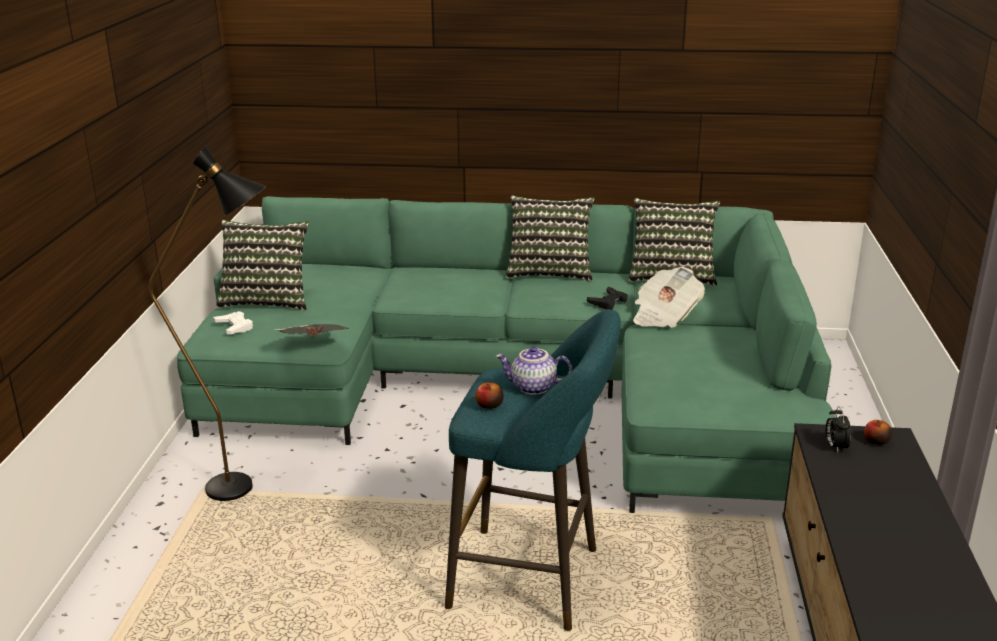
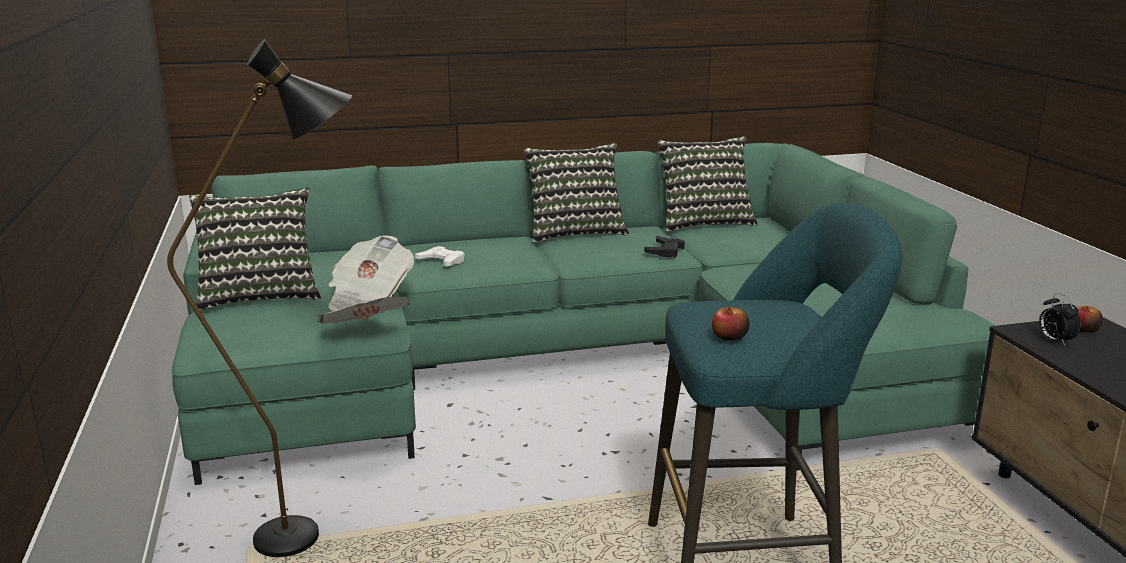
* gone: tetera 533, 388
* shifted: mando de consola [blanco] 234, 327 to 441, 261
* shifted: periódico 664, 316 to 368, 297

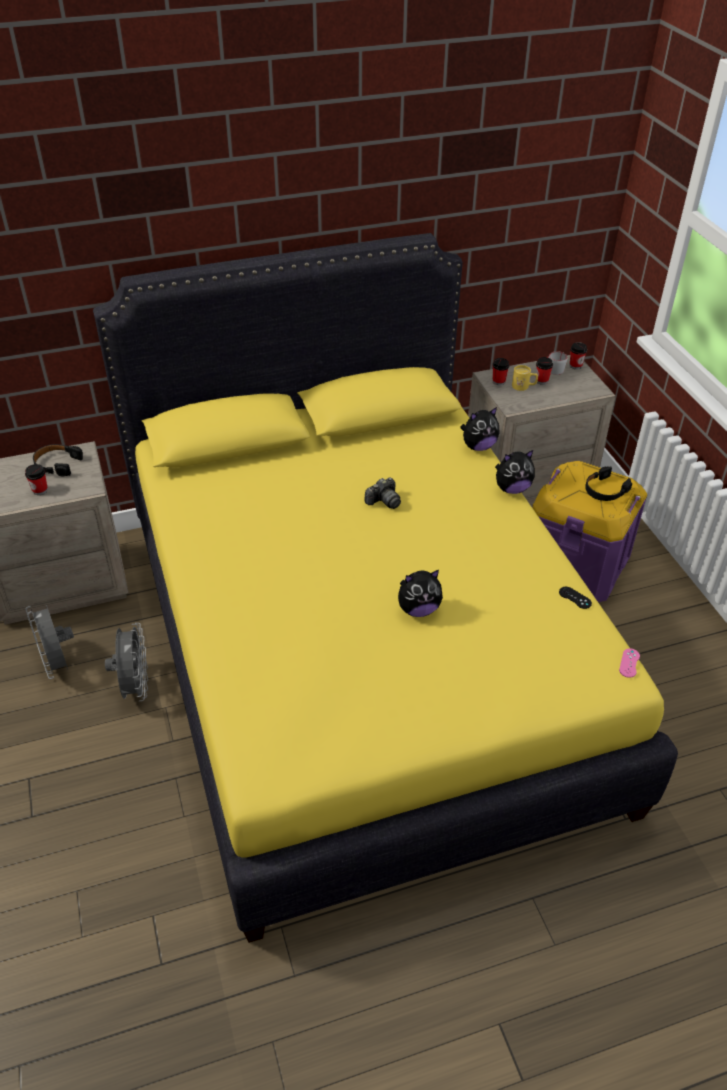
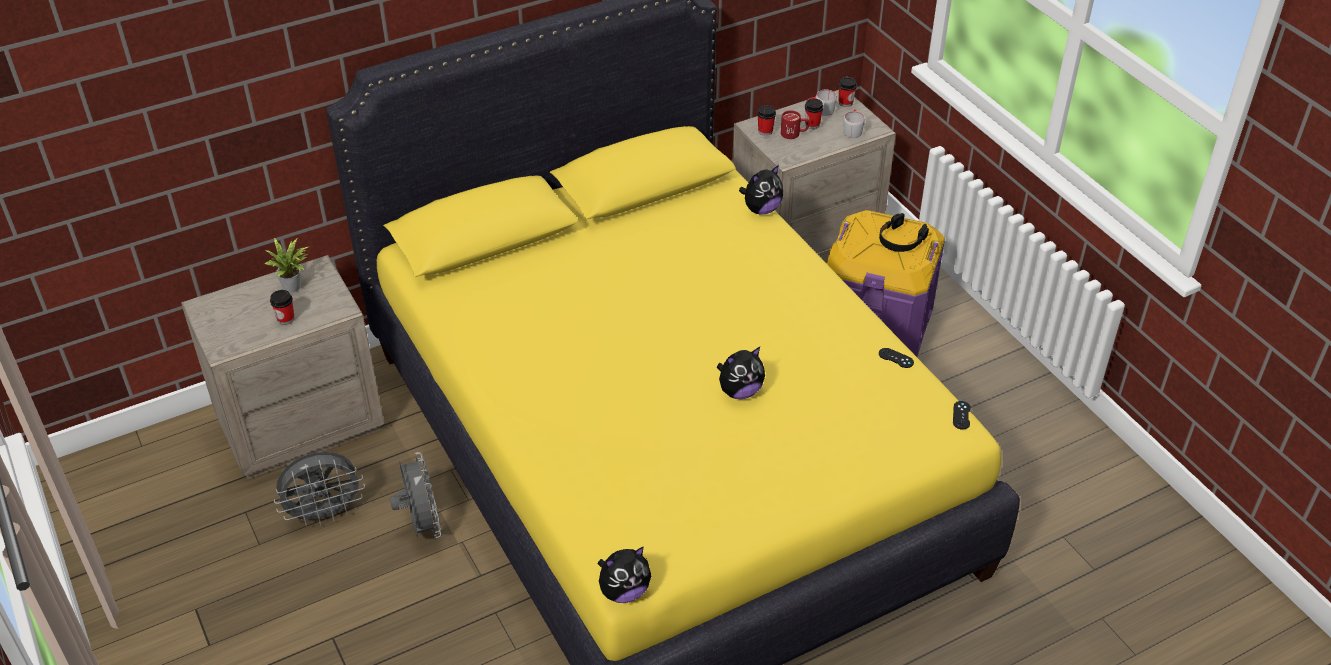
* gone: cámara 384, 501
* new: taza grande [gris] 852, 130
* shifted: peluche 512, 488 to 624, 591
* swapped: auriculares [negro] 57, 464 to planta en maceta 294, 286
* repainted: taza grande [amarillo] 524, 386 to taza grande [rojo] 794, 134
* repainted: mando de consola [rosa] 629, 663 to mando de consola [negro] 961, 415
* rotated: ventilador [gris] 58, 664 = 325, 514 75 degrees counterclockwise

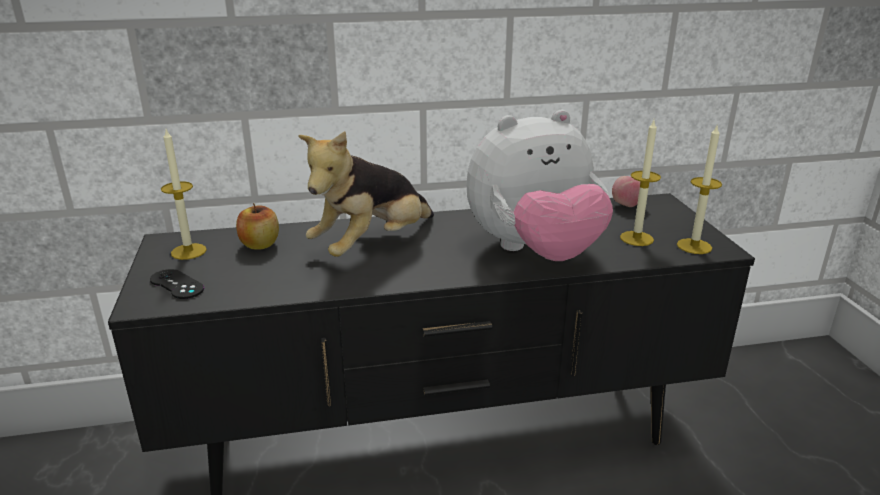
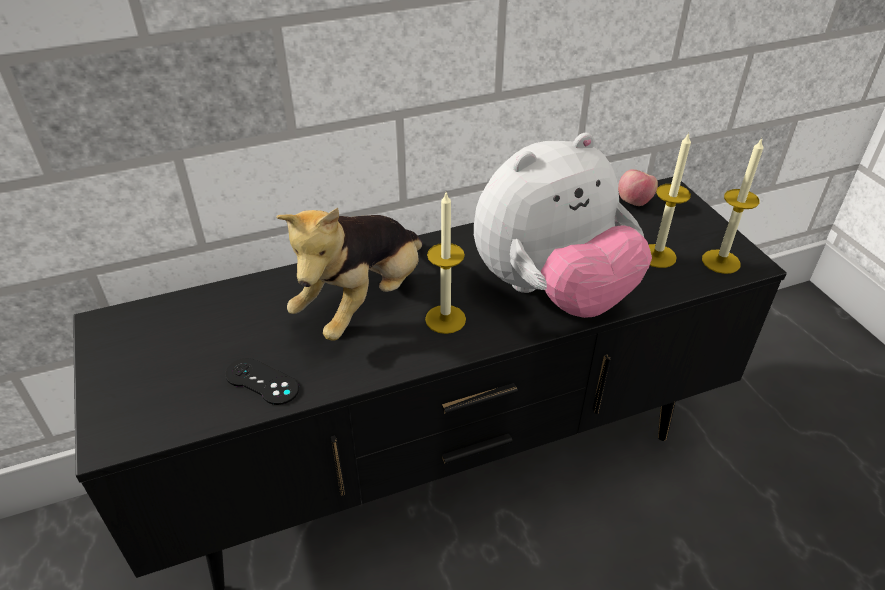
* gone: manzana 260, 244
* shifted: mando de consola [negro] 176, 284 to 262, 381
* shifted: vela 188, 251 to 445, 319

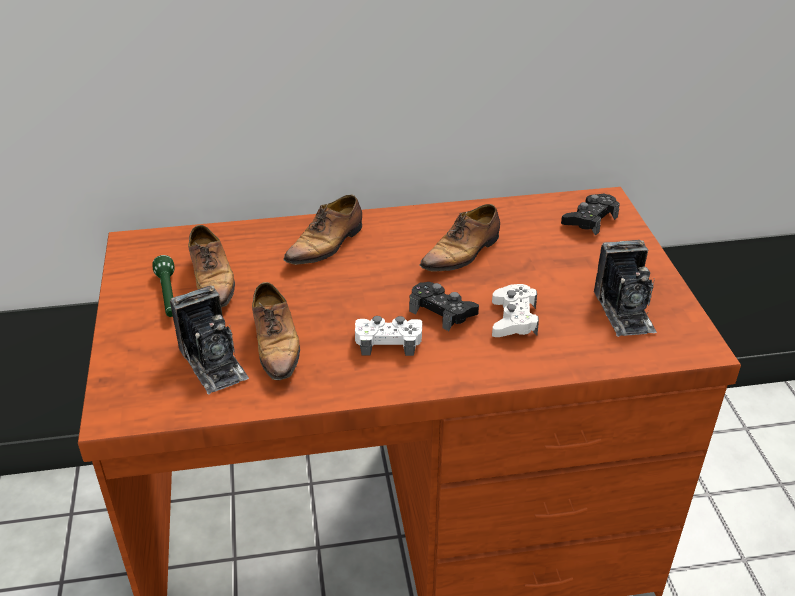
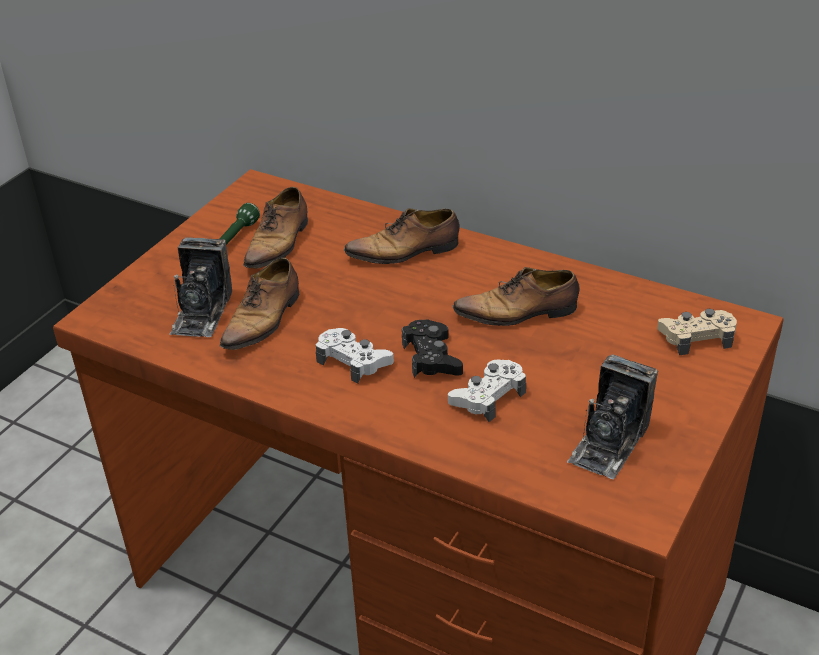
* repainted: mando de consola [negro] 590, 219 to mando de consola [beis] 696, 337

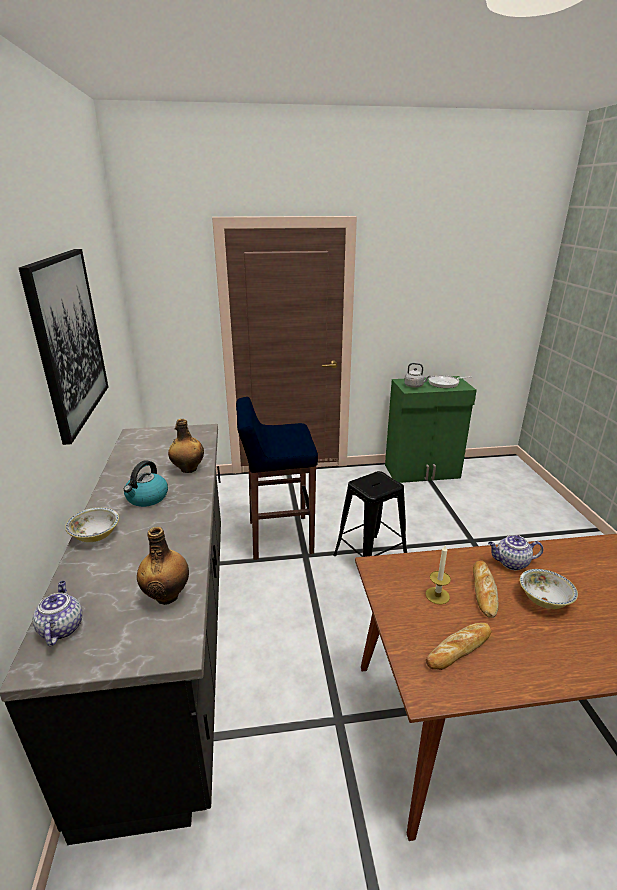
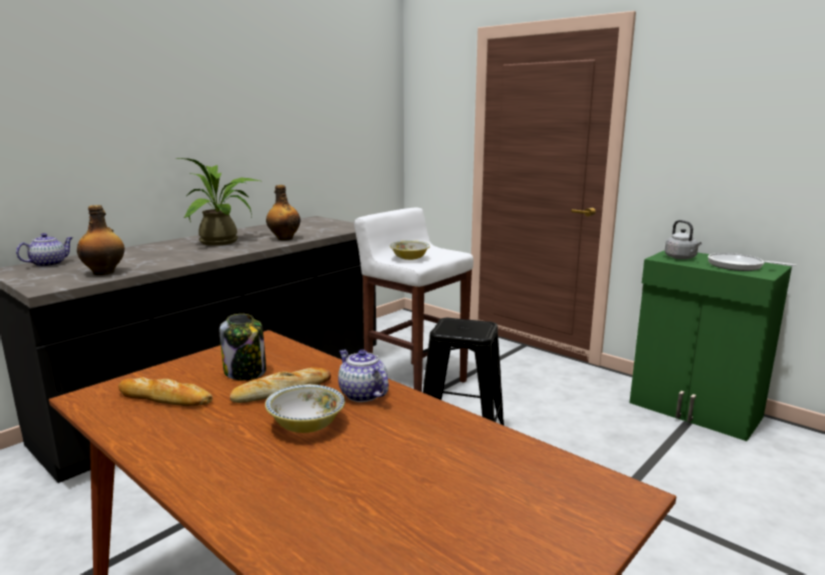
* gone: cuadro 69, 340
* shifted: cuenco 95, 535 to 409, 258
* swapped: hervidor 147, 498 to planta en maceta 224, 241
* swapped: vela 437, 595 to tarro 245, 372
* repainted: taburete [azul] 279, 537 to taburete [blanco] 414, 383

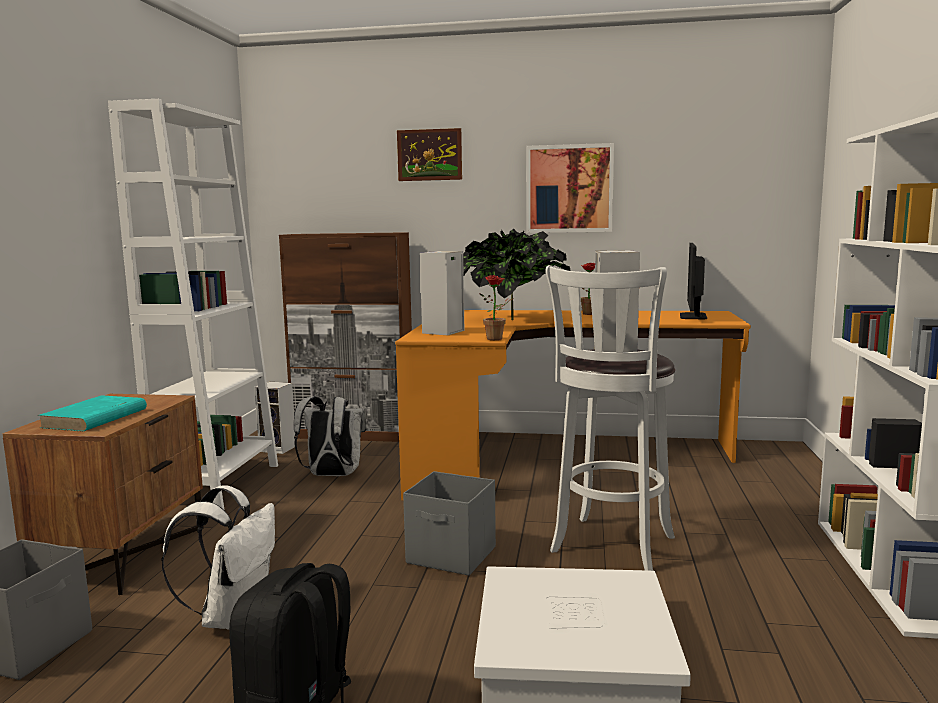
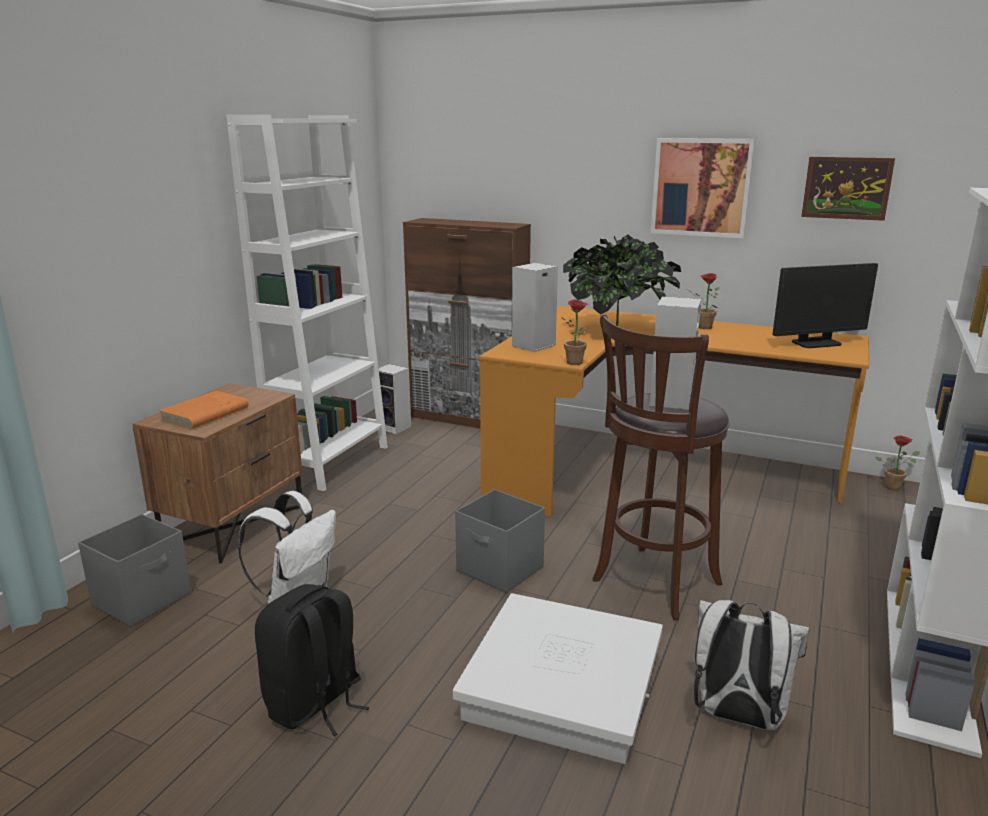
* new: planta en maceta 894, 486
* shifted: mochila [blanco] 332, 475 to 737, 717
* shifted: cuadro 429, 155 to 846, 188
* repainted: libro [turquesa] 94, 419 to libro [naranja] 205, 415
* repainted: taburete [blanco] 611, 547 to taburete [marrón] 653, 584
* rotated: monitor 693, 316 = 816, 343 135 degrees counterclockwise

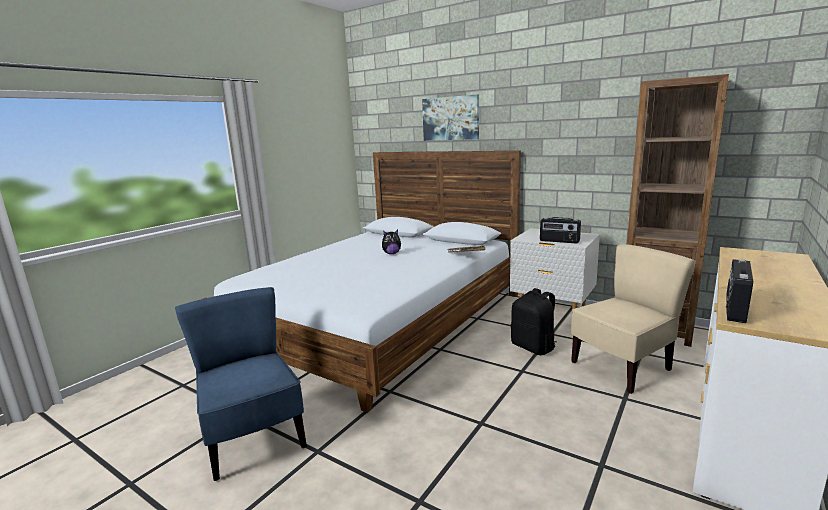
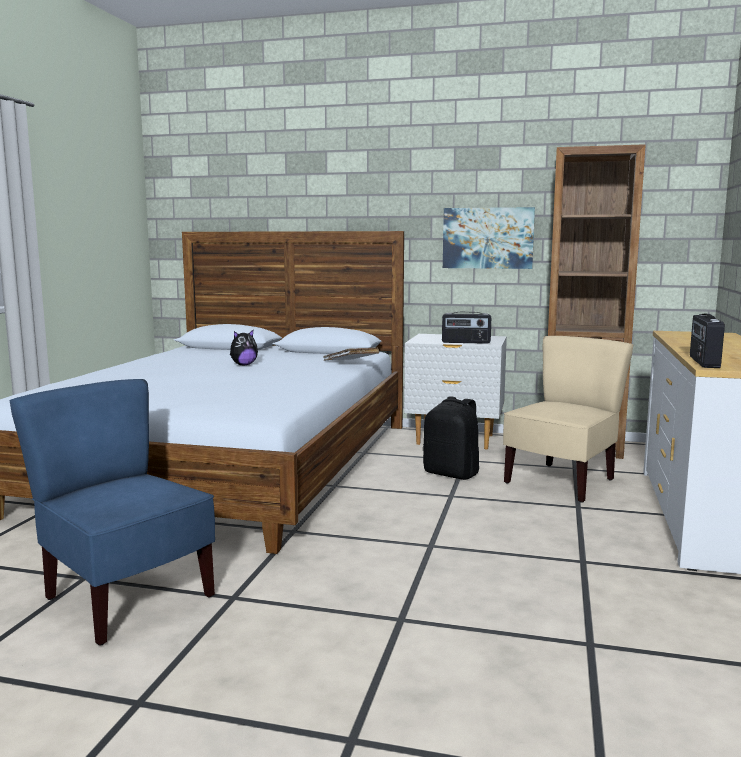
* shifted: cuadro 450, 118 to 488, 238

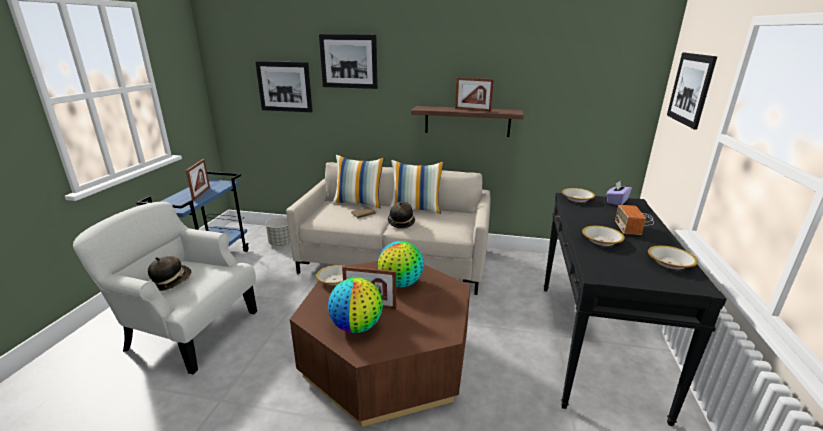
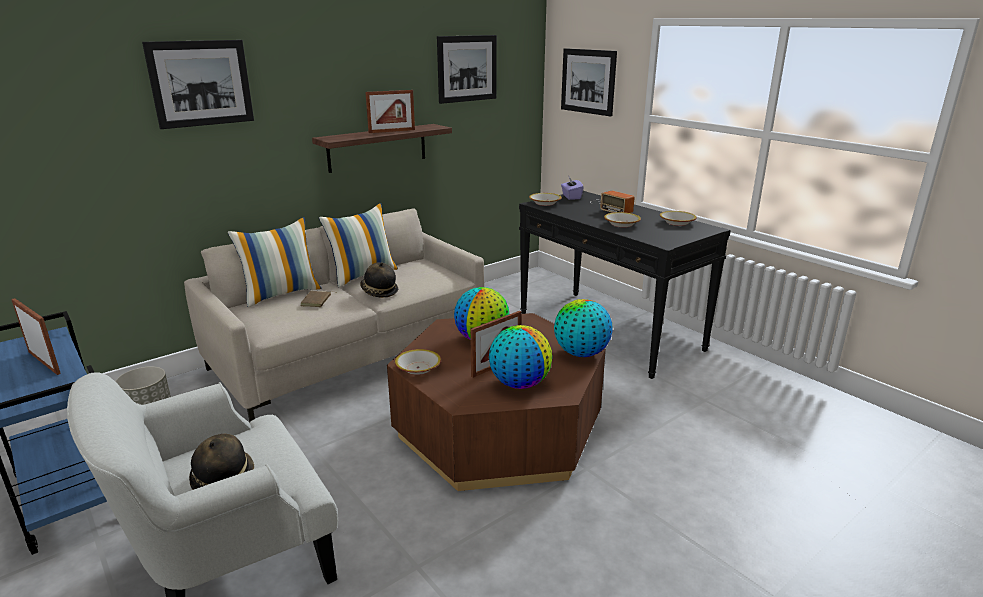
* new: globo terráqueo 581, 353
* shifted: cuadro 284, 86 to 467, 68

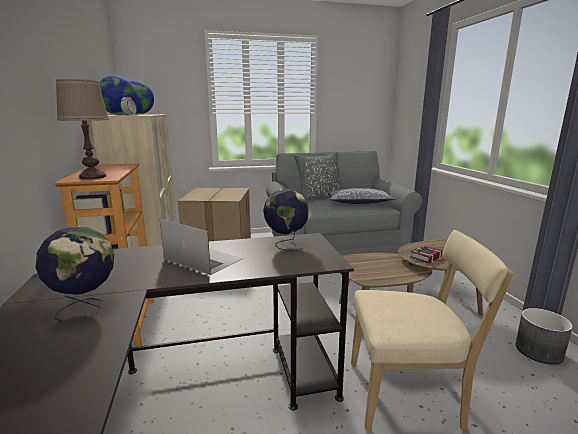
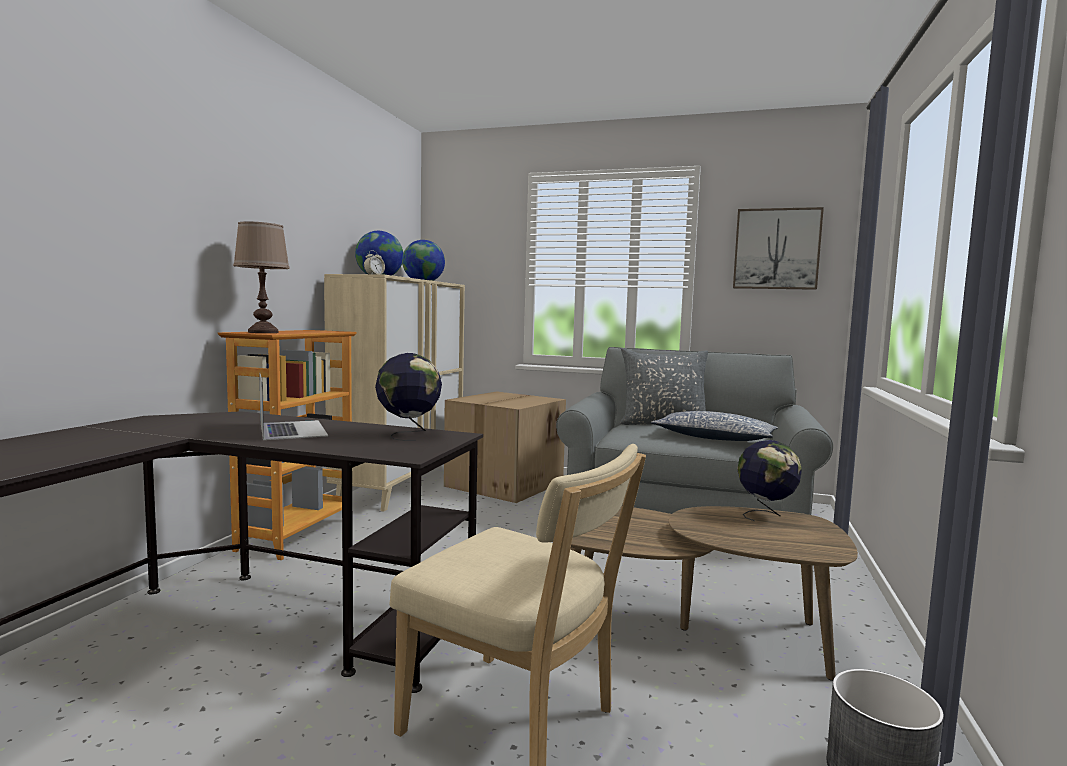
* gone: libro 424, 257
* new: cuadro 776, 249
* shifted: globo terráqueo 85, 306 to 765, 515

